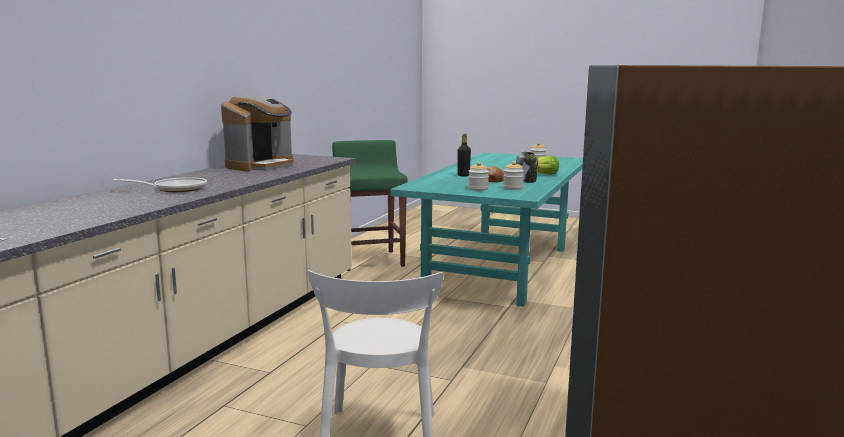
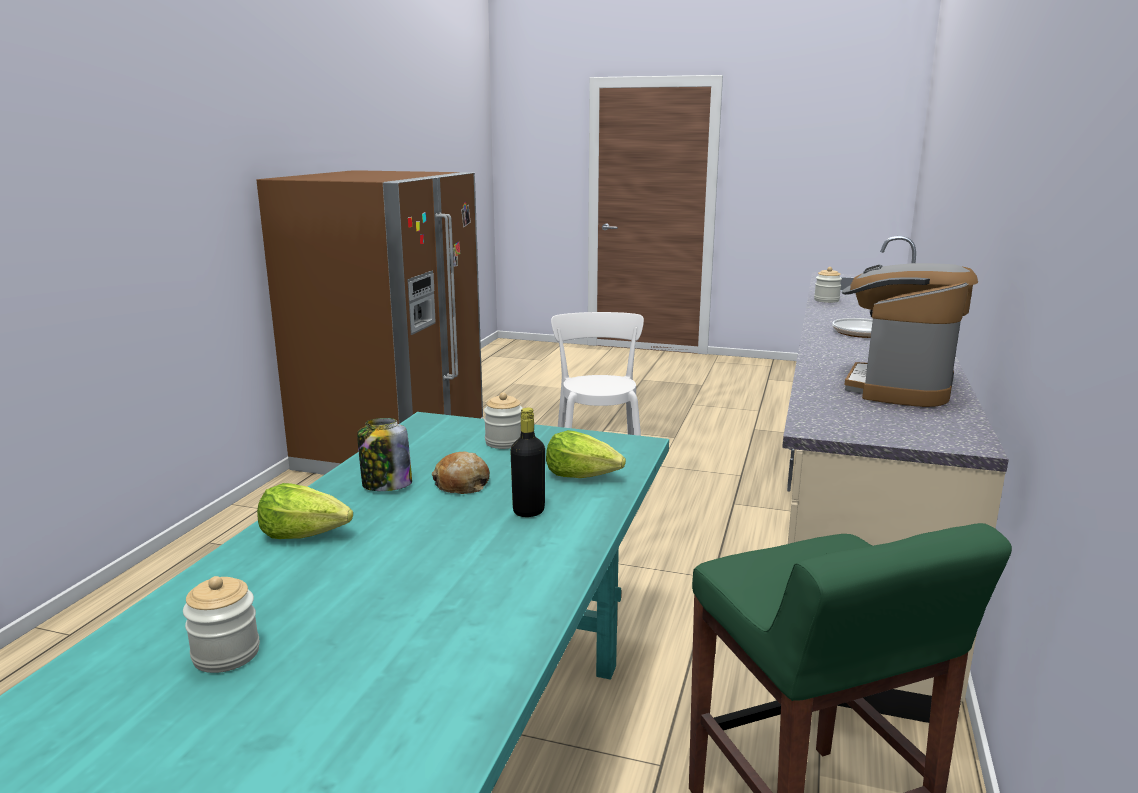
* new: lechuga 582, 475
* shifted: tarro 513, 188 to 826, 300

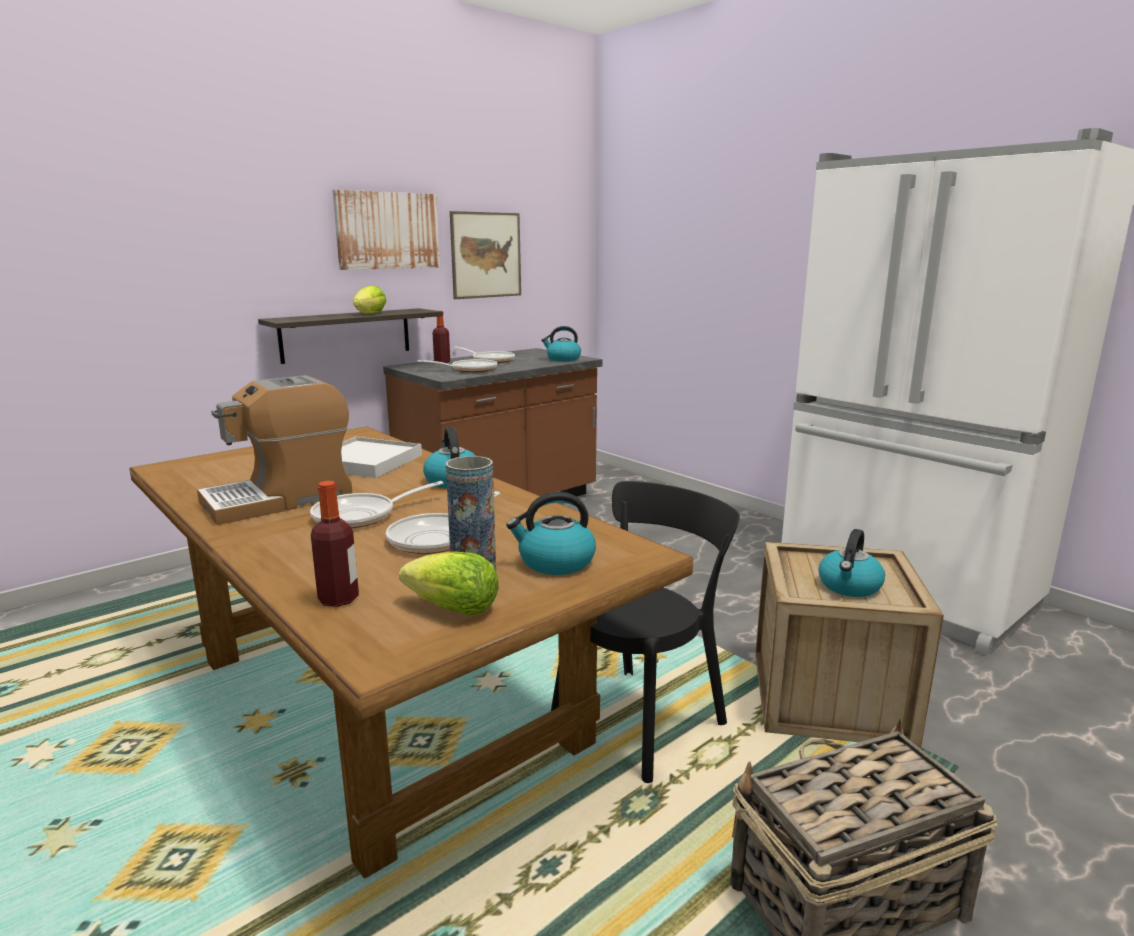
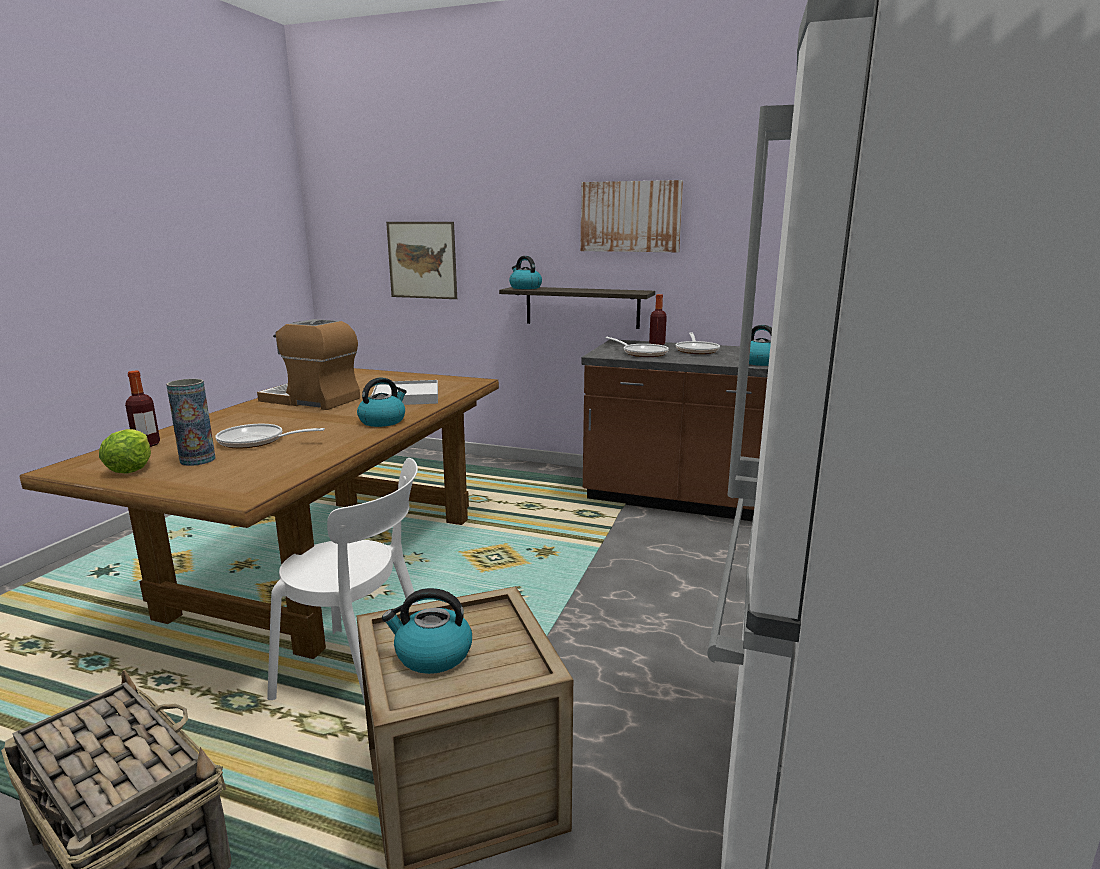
* gone: sartén 361, 516
* gone: lechuga 370, 314
* shifted: cuadro 486, 255 to 422, 260
* shifted: hervidor 555, 562 to 525, 288
* repainted: silla [negro] 643, 718 to silla [blanco] 361, 674

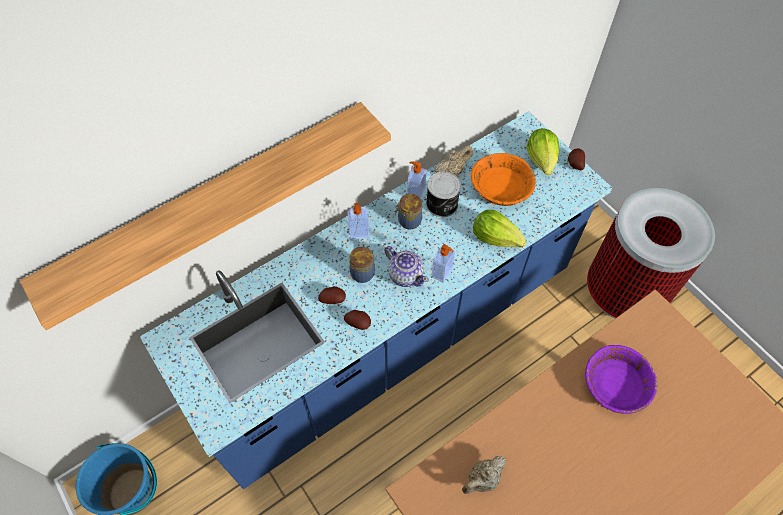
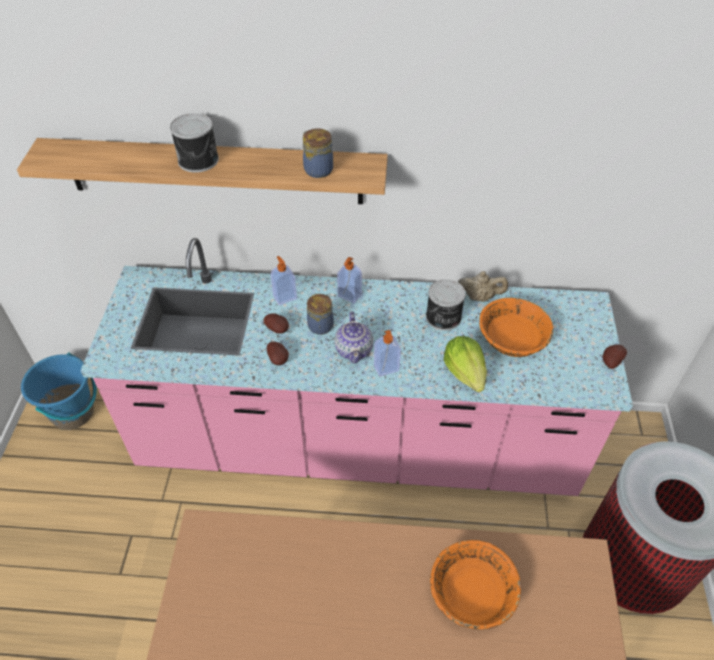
* gone: tetera [beis] 482, 480
* gone: lechuga 542, 159
* new: lata 199, 160
* shifted: tarro 408, 221 to 317, 169
* shifted: dispensador de jabón 415, 193 to 284, 297
* repainted: mueble bajo de cocina [azul] 391, 340 to mueble bajo de cocina [rosa] 357, 446
* repainted: cuenco [morado] 615, 385 to cuenco [naranja] 472, 592

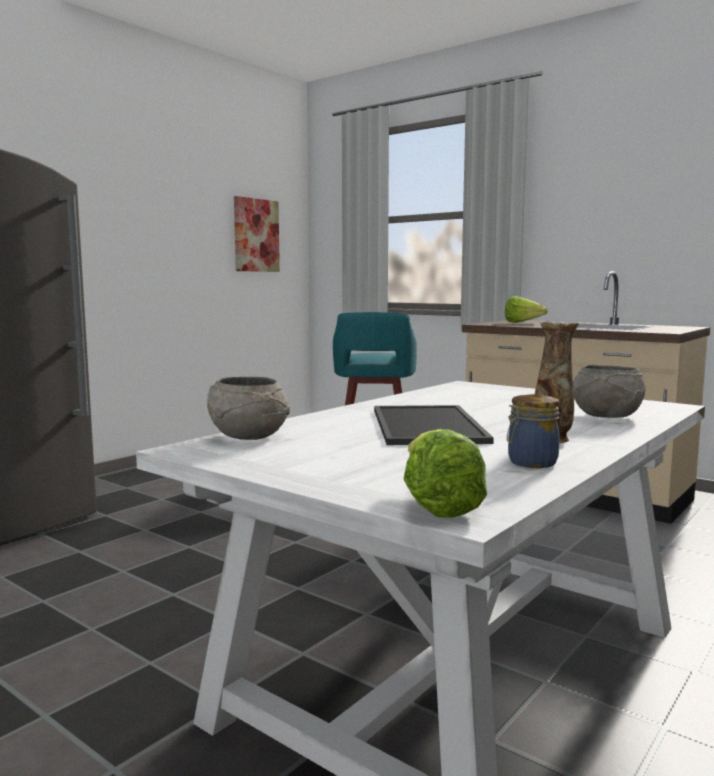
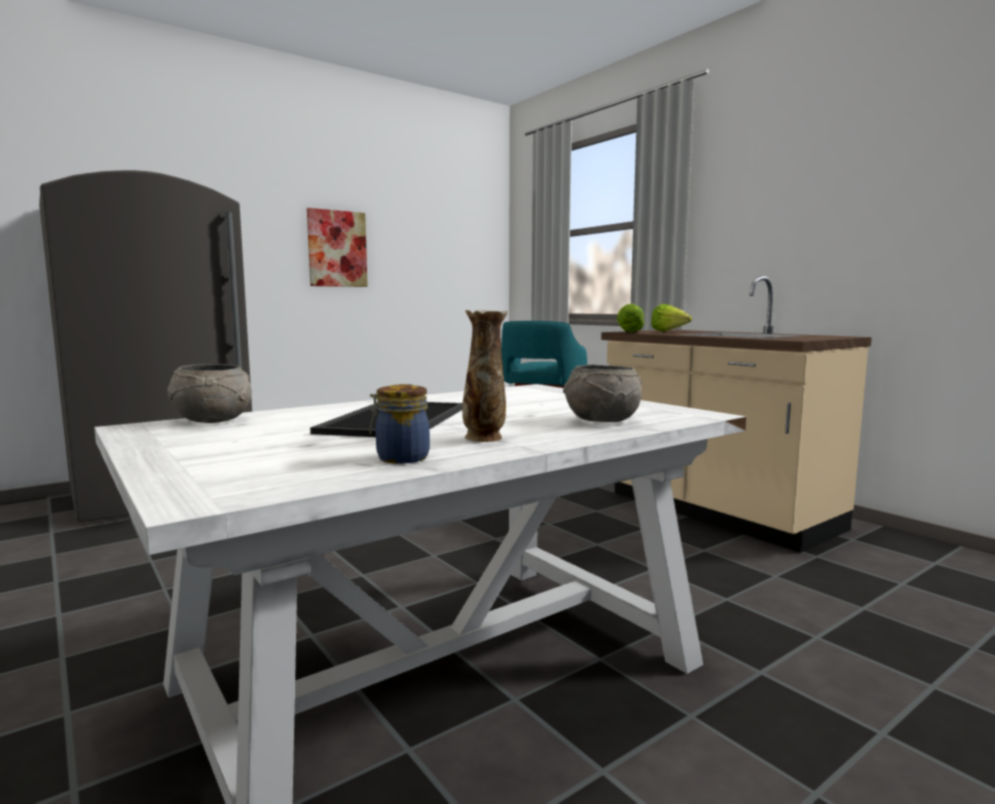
* shifted: cuadro 256, 235 to 337, 249
* shifted: lechuga 436, 505 to 629, 331

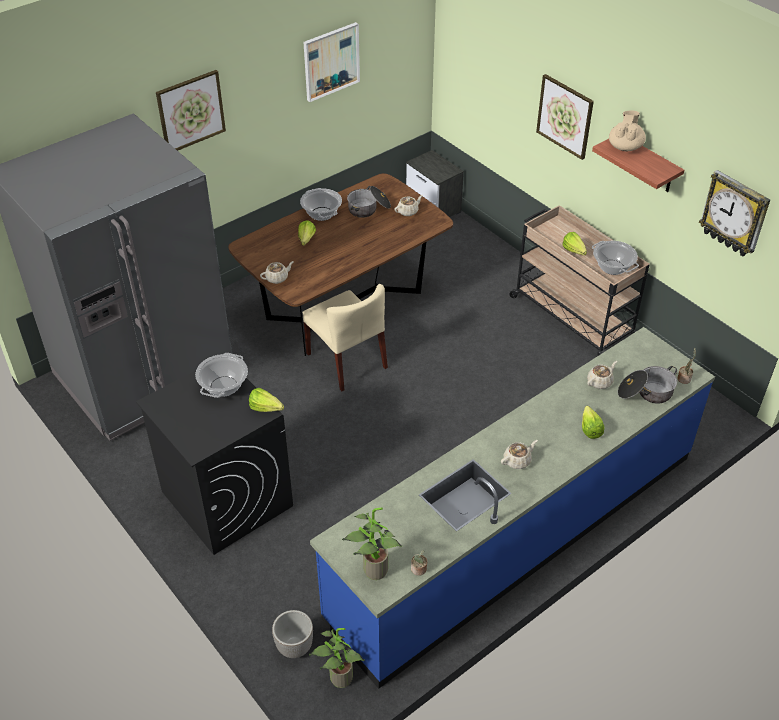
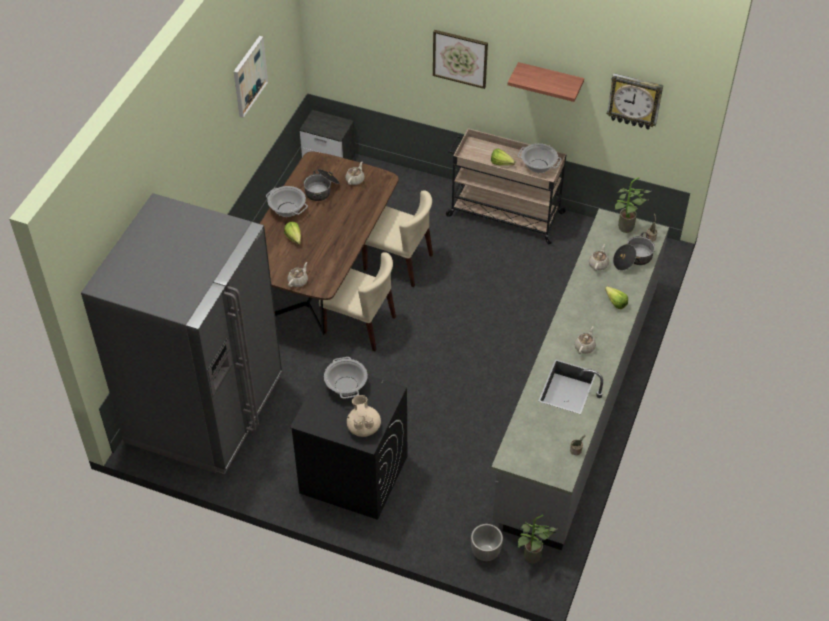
* gone: cuadro 190, 111
* gone: lechuga 268, 410
* new: silla [beis] 399, 262
* shifted: planta en maceta 372, 572 to 625, 229
* shifted: tetera [beis] 625, 147 to 363, 427
* repainted: mueble bajo de cocina [azul] 515, 534 to mueble bajo de cocina [gris] 576, 401

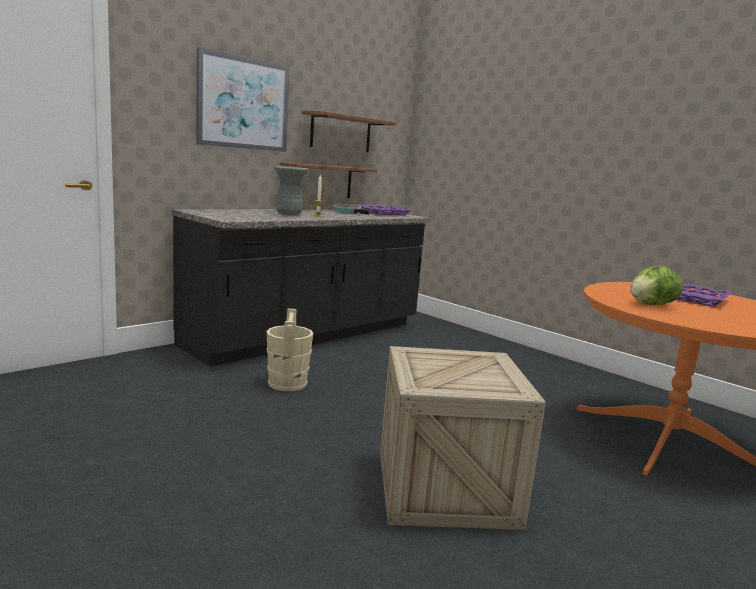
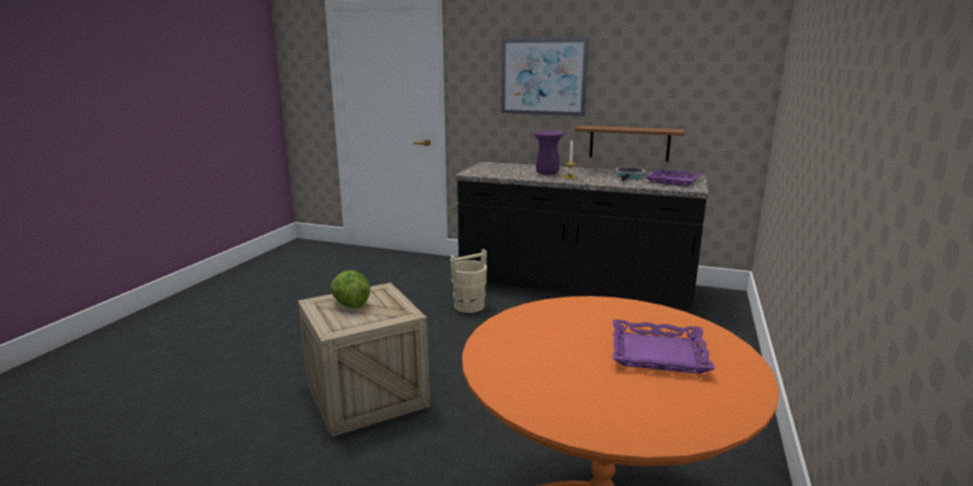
* gone: estante [marrón] 341, 133
* shifted: lechuga 651, 305 to 350, 305
* repainted: florero [gris] 288, 214 to florero [morado] 547, 173

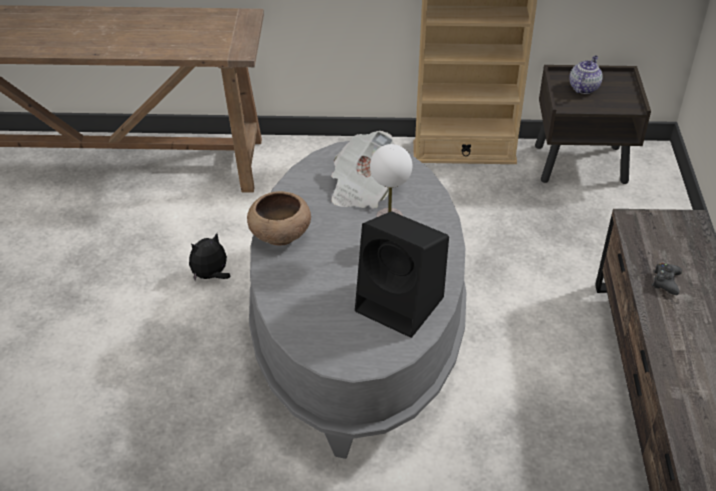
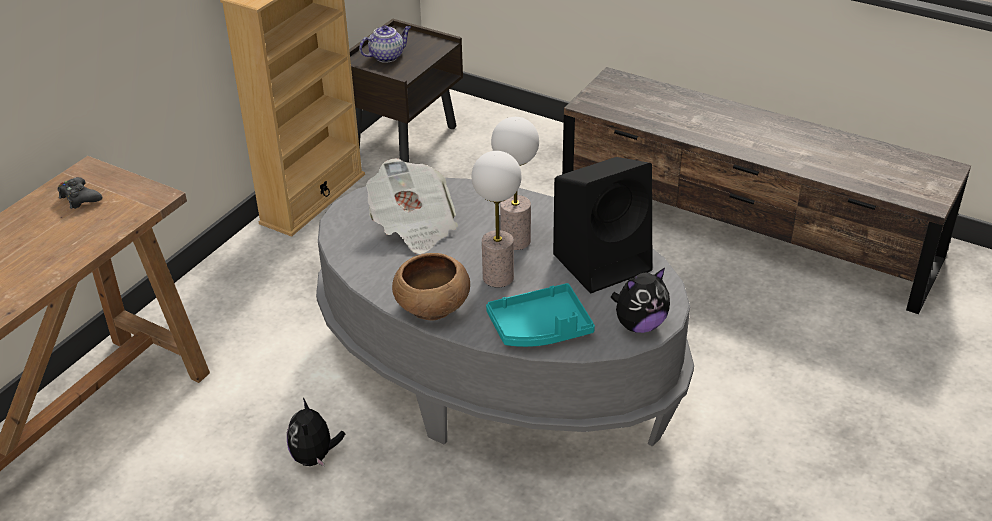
* new: lámpara de mesa 497, 277
* new: bandeja [turquesa] 540, 328
* new: peluche 639, 325
* shifted: mando de consola [negro] 666, 282 to 79, 198
* rotated: tetera 583, 87 = 387, 56 90 degrees clockwise

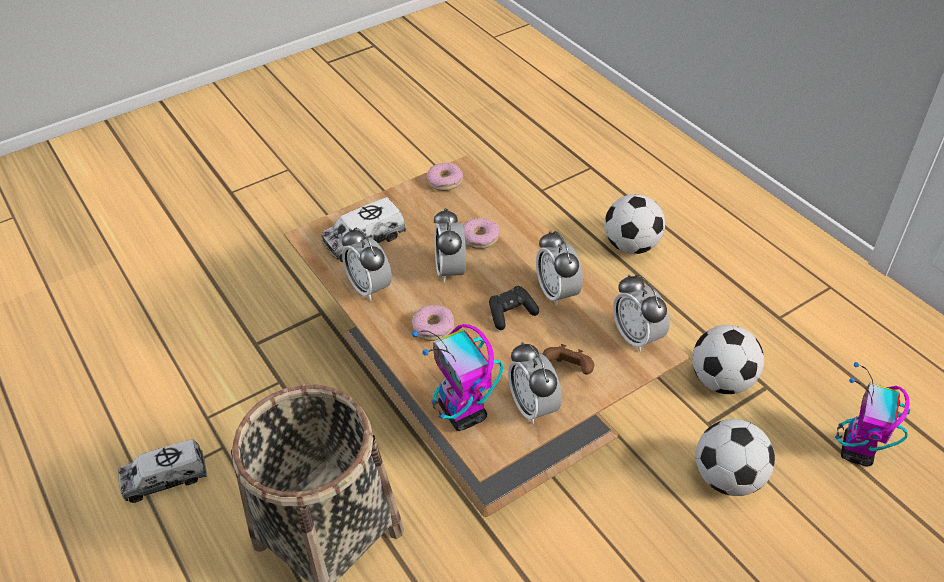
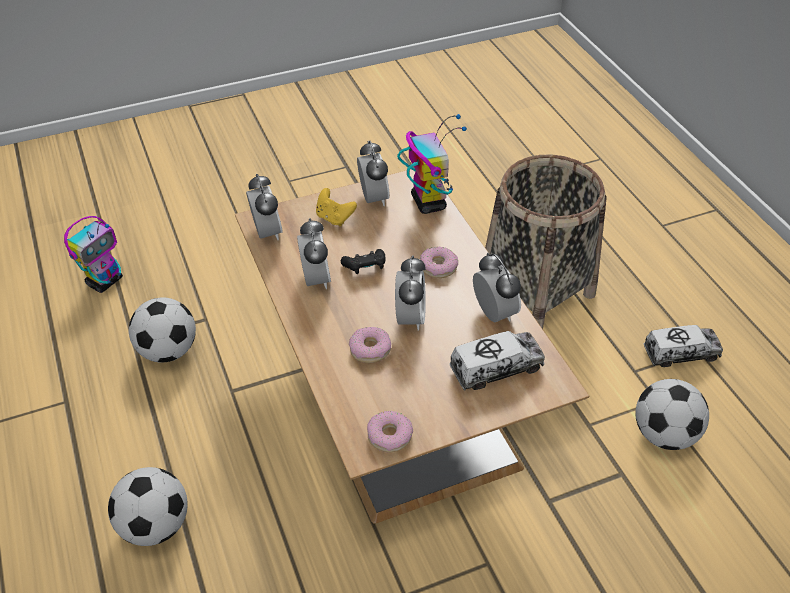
* shifted: balón de fútbol 728, 478 to 664, 435
* repainted: mando de consola [marrón] 569, 369 to mando de consola [amarillo] 334, 218

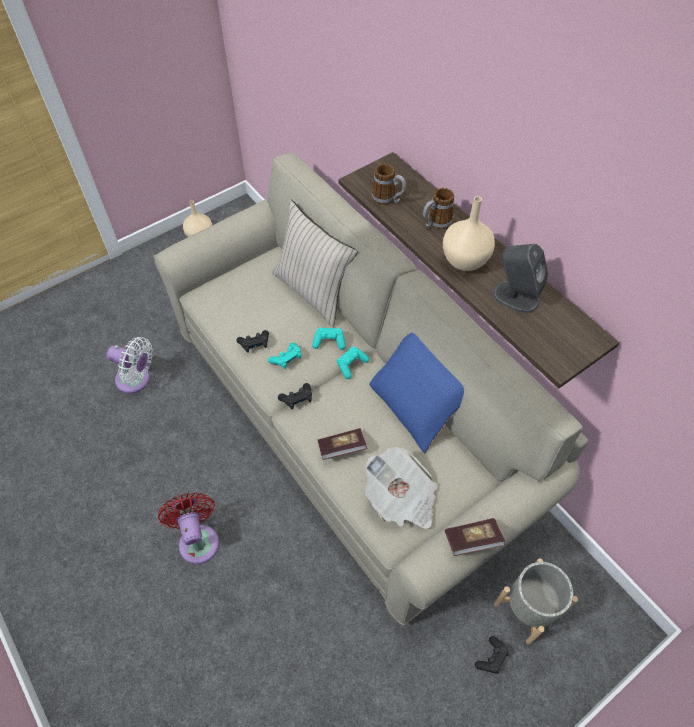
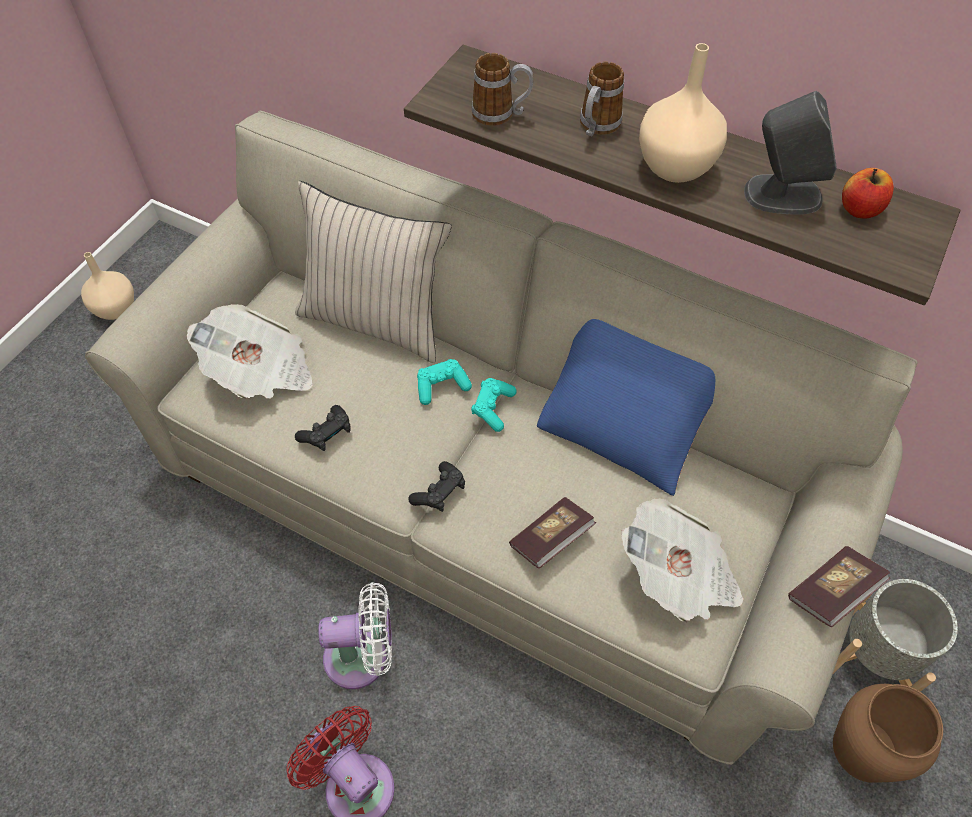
* gone: mando de consola [turquesa] 287, 359
* new: periódico 260, 372
* new: manzana 860, 209
* shifted: ventilador [blanco] 136, 380 to 363, 657
* swapped: mando de consola [negro] 492, 658 to florero [marrón] 865, 750

